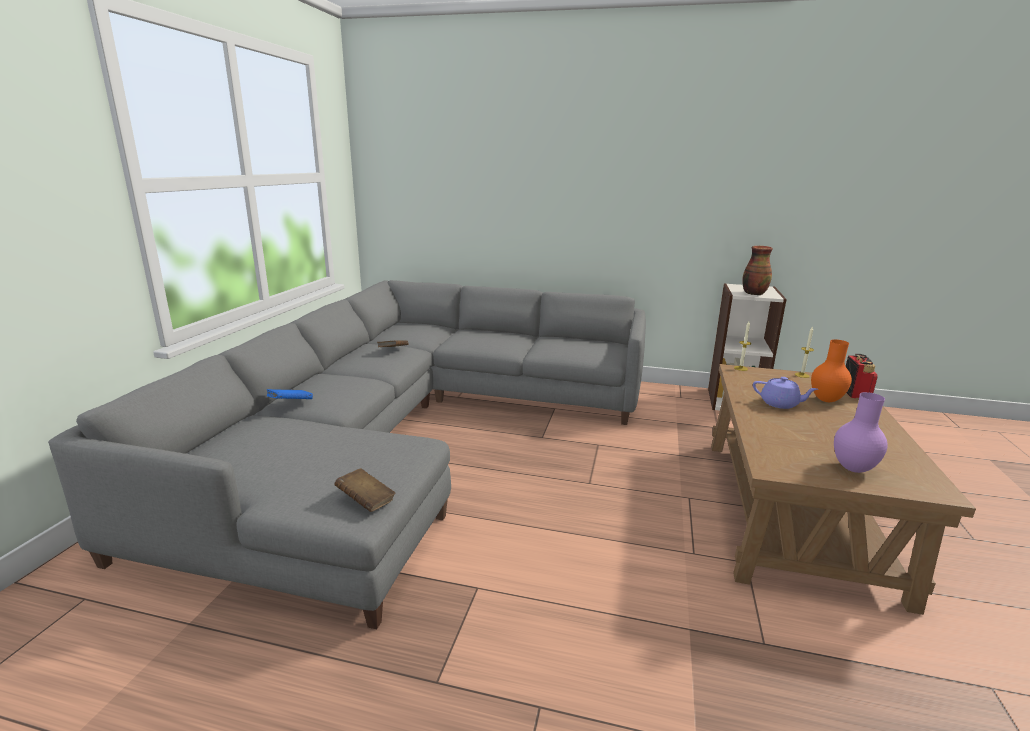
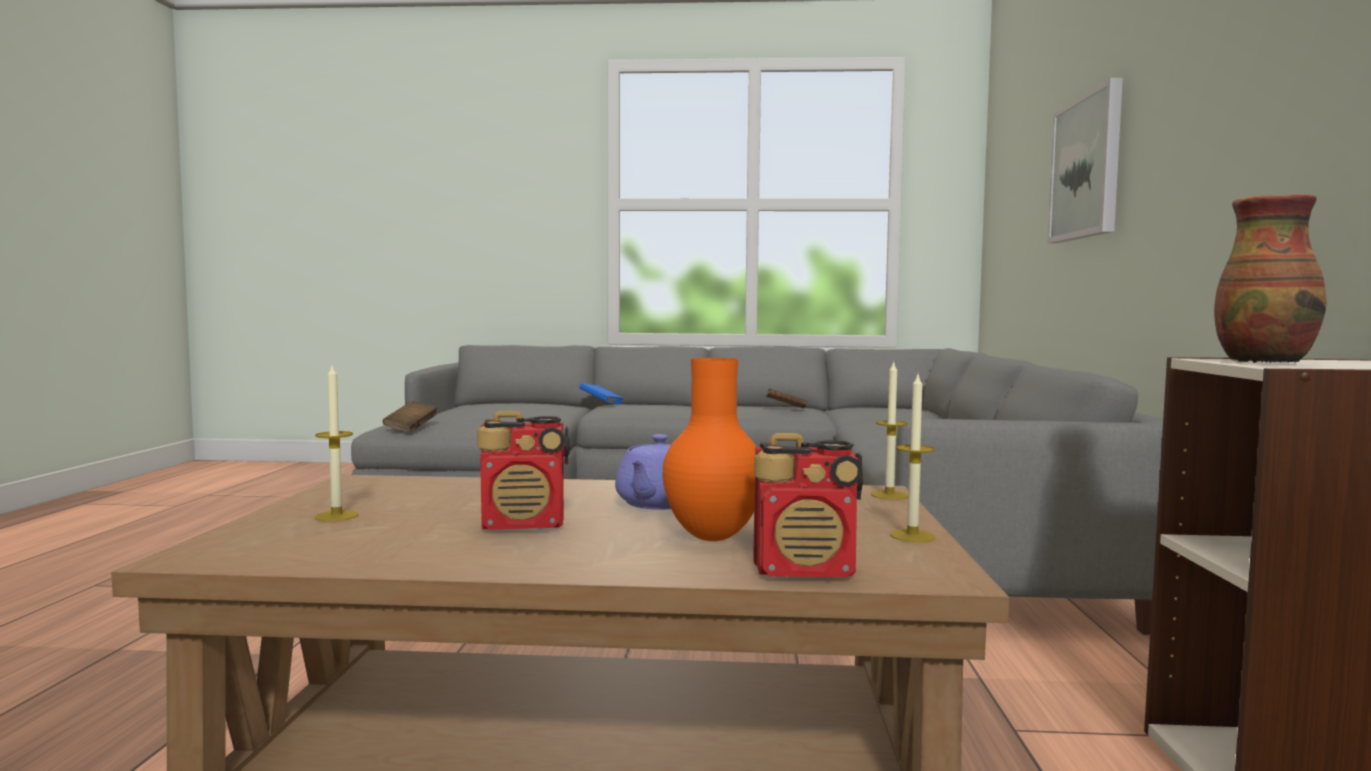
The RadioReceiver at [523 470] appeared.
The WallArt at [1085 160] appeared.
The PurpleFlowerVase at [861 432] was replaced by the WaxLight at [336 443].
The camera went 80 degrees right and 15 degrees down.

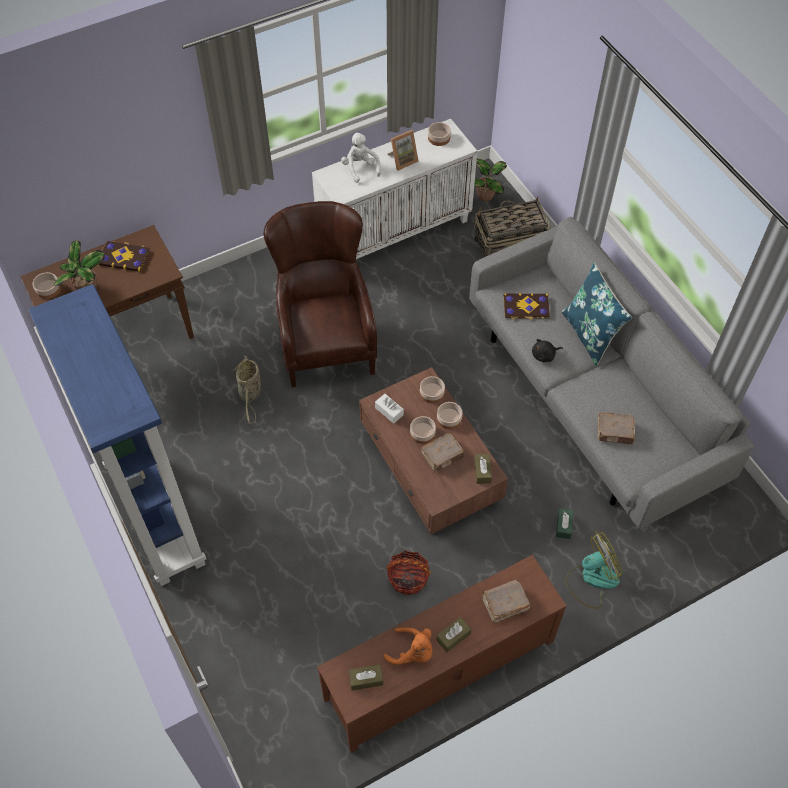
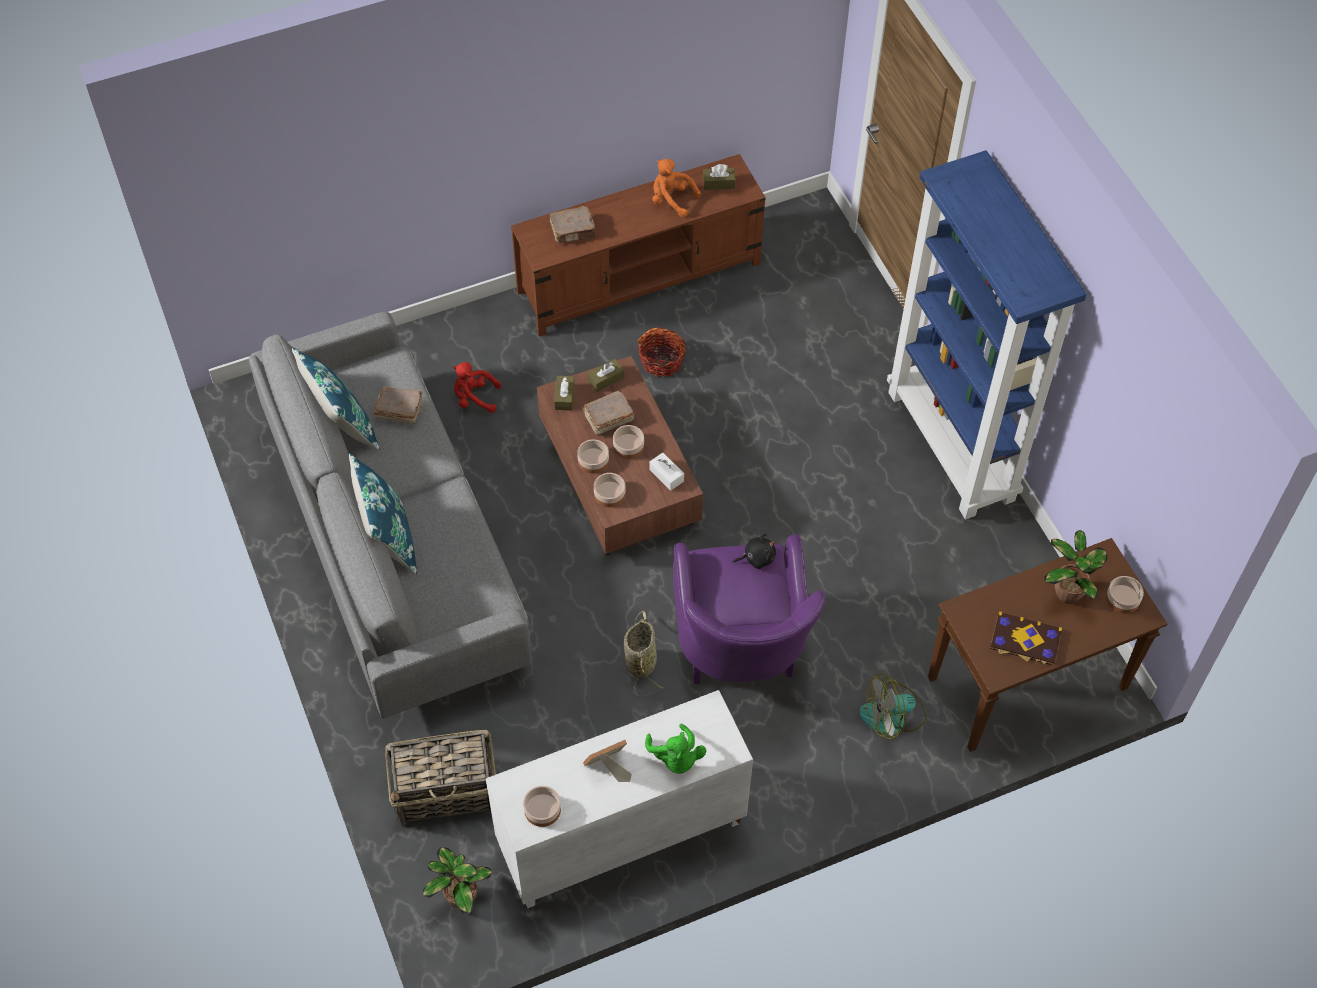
The Book at [527 306] disappeared.
The BluishPillow at [336 399] appeared.
The HouseholdBasket moved from [247 389] to [643 653].
The BrownTissueHolder moved from [453 634] to [606 375].
The BlackColouredPlushToy moved from [547 350] to [754 551].
The Fan moved from [593 570] to [893 706].
The GreenTissueHolder at [565 523] was replaced by the RedPlushToy at [477 387].
The BrownEasyChair at [320 294] became the PurpleEasyChair at [749 609].
The WhiteColouredPlushToy at [361 157] became the GreenPlushToy at [676 749].
The camera went 175 degrees left and 0 degrees up.

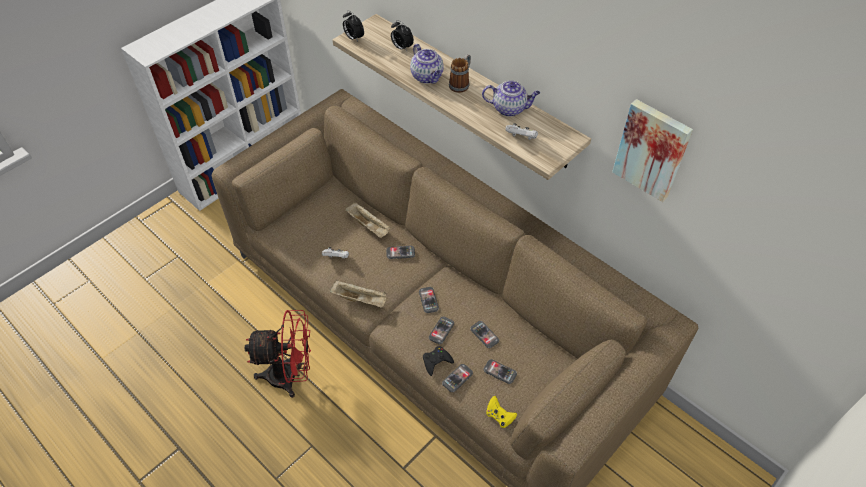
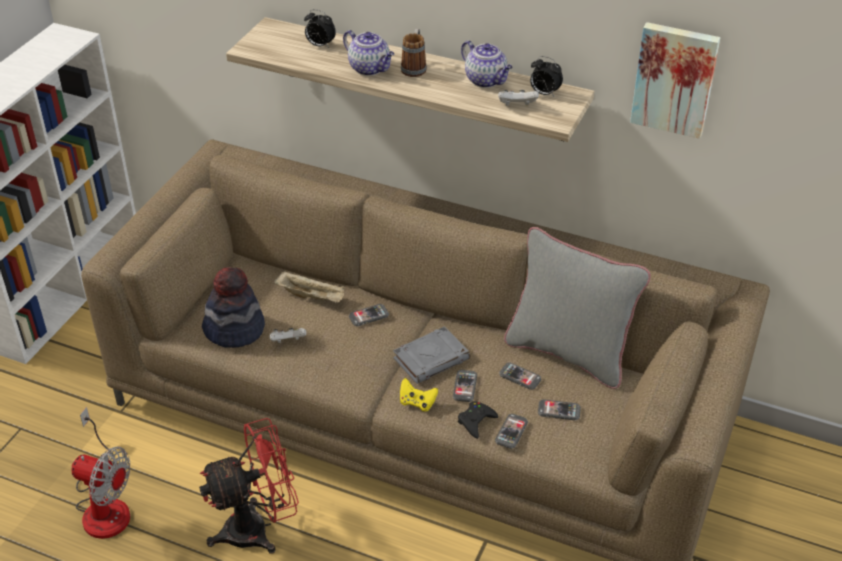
The SandColouredCarryingTray at [358 294] disappeared.
The Fan at [100 473] appeared.
The Hat at [233 307] appeared.
The GrayPillow at [577 308] appeared.
The TableClock moved from [353 26] to [546 76].
The YellowishJoypad moved from [501 412] to [419 395].
The Telephone at [429 300] was replaced by the GrayBook at [431 355].
The Teapot at [511 98] turned 60 degrees clockwise.
The camera went 20 degrees left and 10 degrees down.

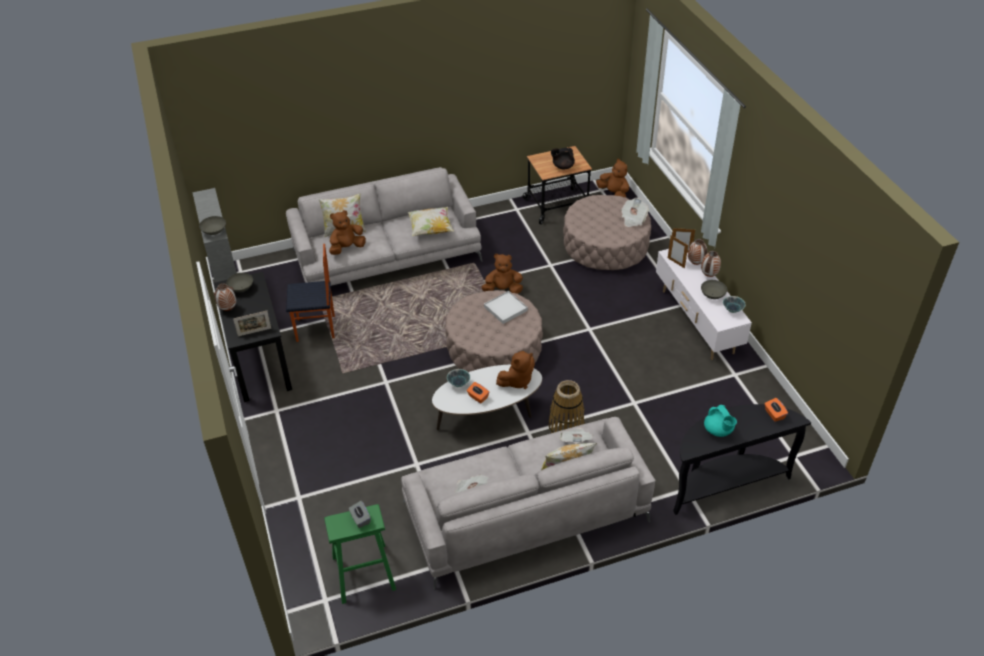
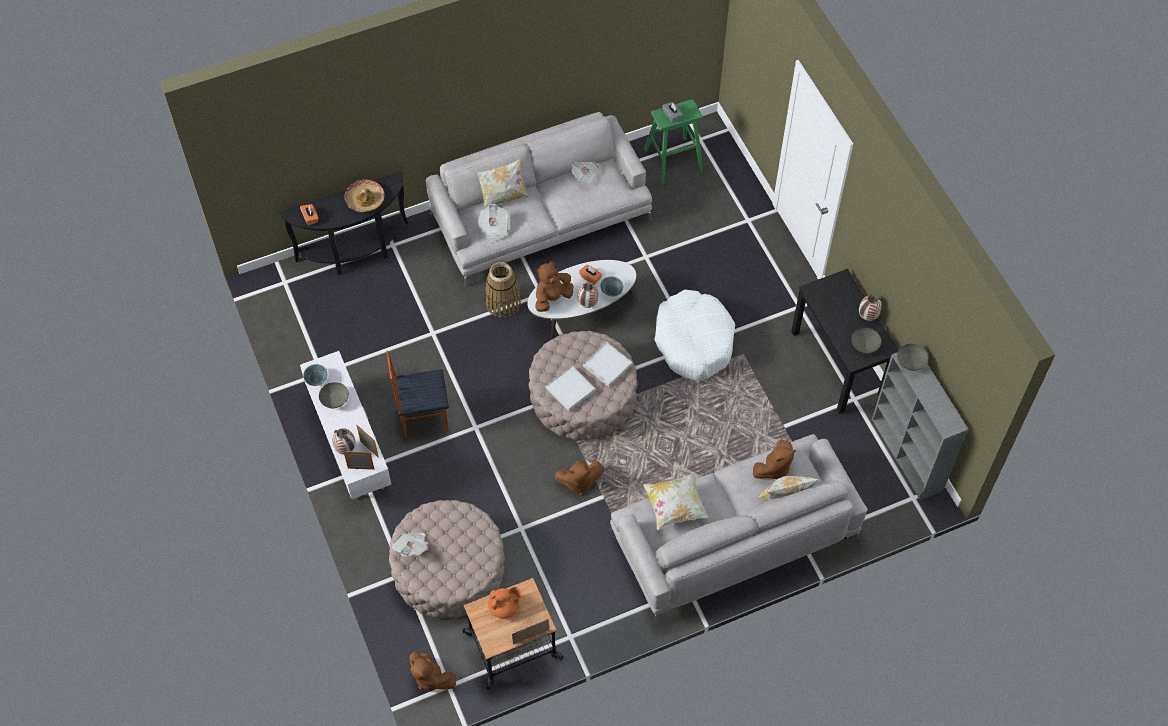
The WhiteColouredCarryingTray at [607 364] appeared.
The WhiteColouredDogBed at [694 335] appeared.
The PhotoFrame moved from [252 323] to [530 631].
The UprightChair moved from [310 293] to [417 394].
The FlowerVase moved from [711 264] to [587 295].
The BlueGreenTeapot at [720 421] was replaced by the Hat at [364 195].
The BlackColouredTeapot at [563 158] became the OrangeColouredTeapot at [505 603].
The camera went 175 degrees right and 15 degrees up.

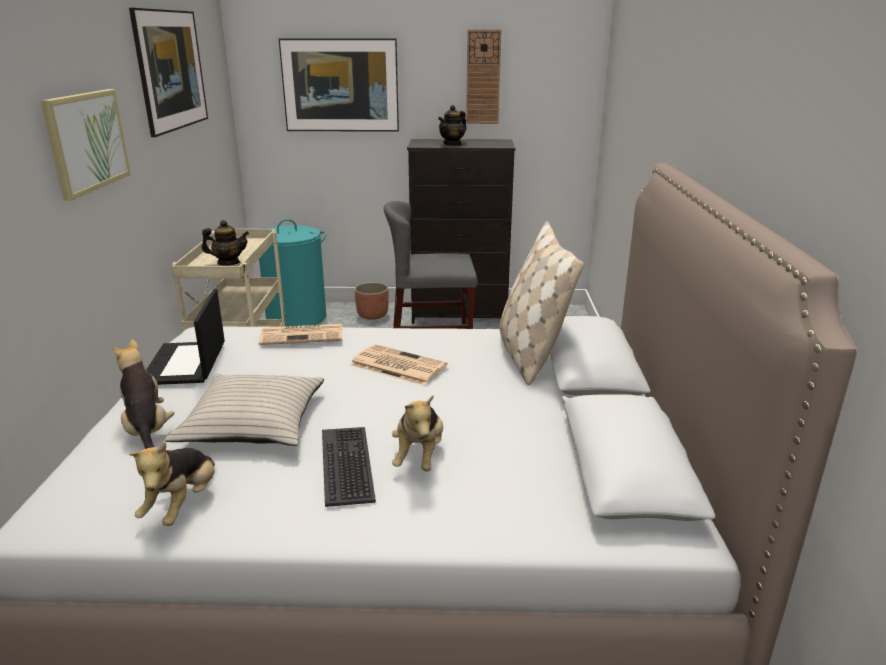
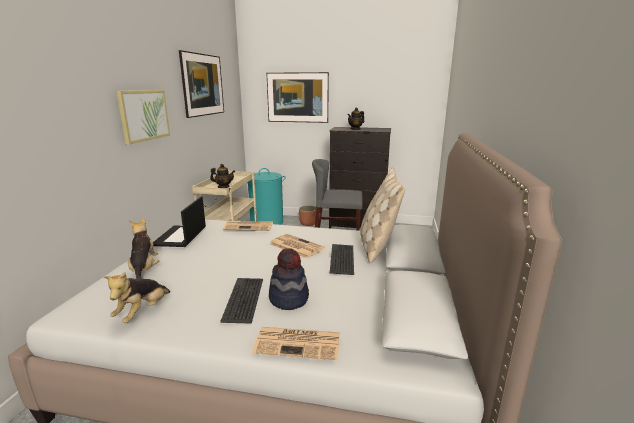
The SandColouredPillow at [244 410] disappeared.
The WallClock at [484 76] disappeared.
The PrintedPaper at [296 343] appeared.
The Keyboard at [342 259] appeared.
The PlushToy at [417 433] was replaced by the Hat at [289 279].
The camera went 10 degrees right and 5 degrees down.

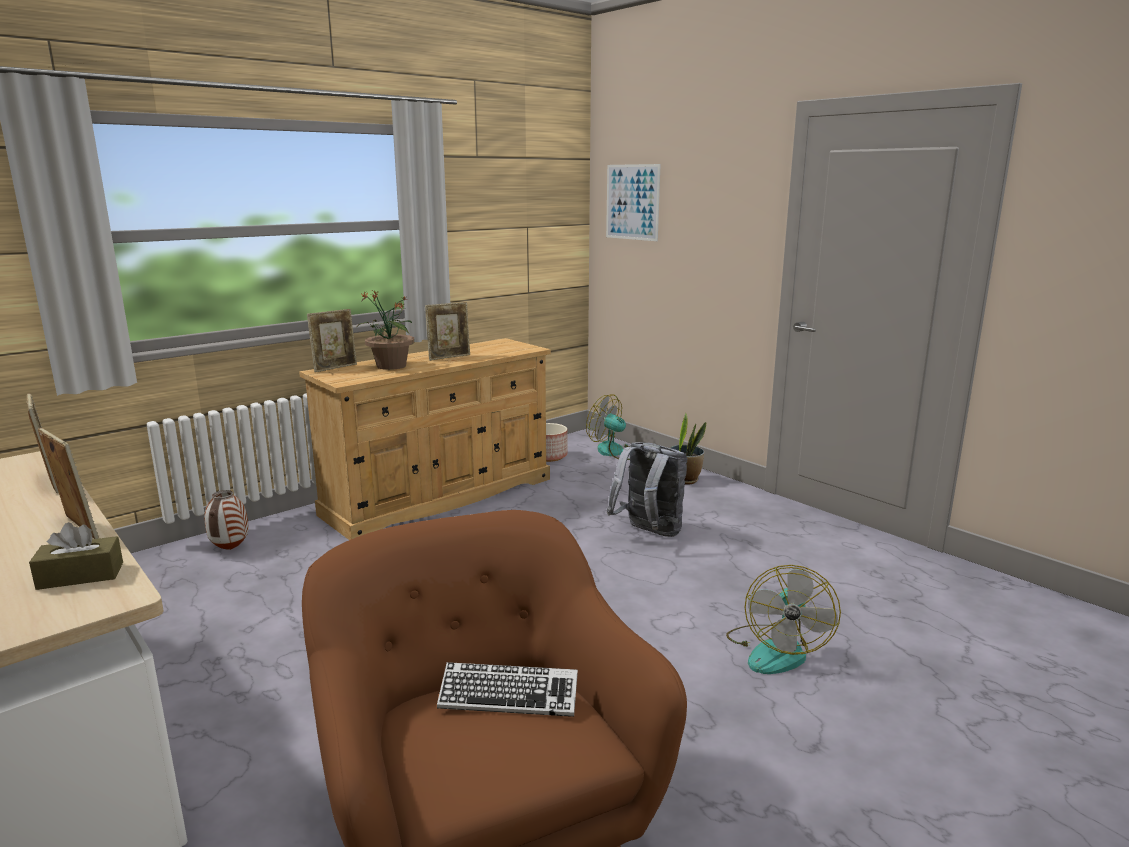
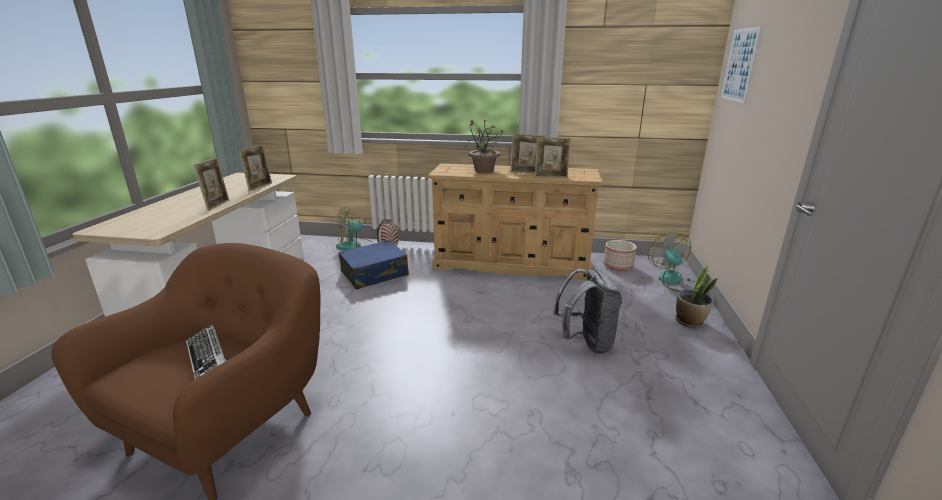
The BrownTissueHolder at [76 556] disappeared.
The BluishSuitcase at [374 264] appeared.
The PhotoFrame moved from [332 341] to [553 157].
The Fan moved from [783 619] to [355 229].
The camera went 50 degrees right and 5 degrees up.

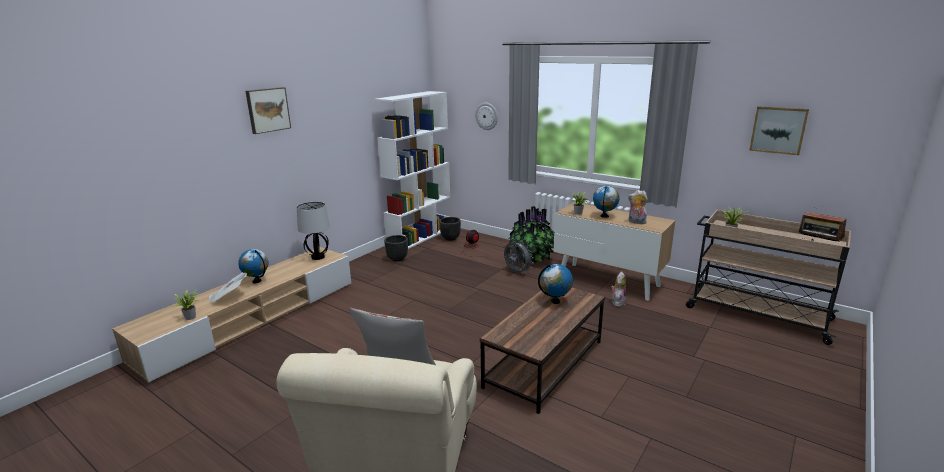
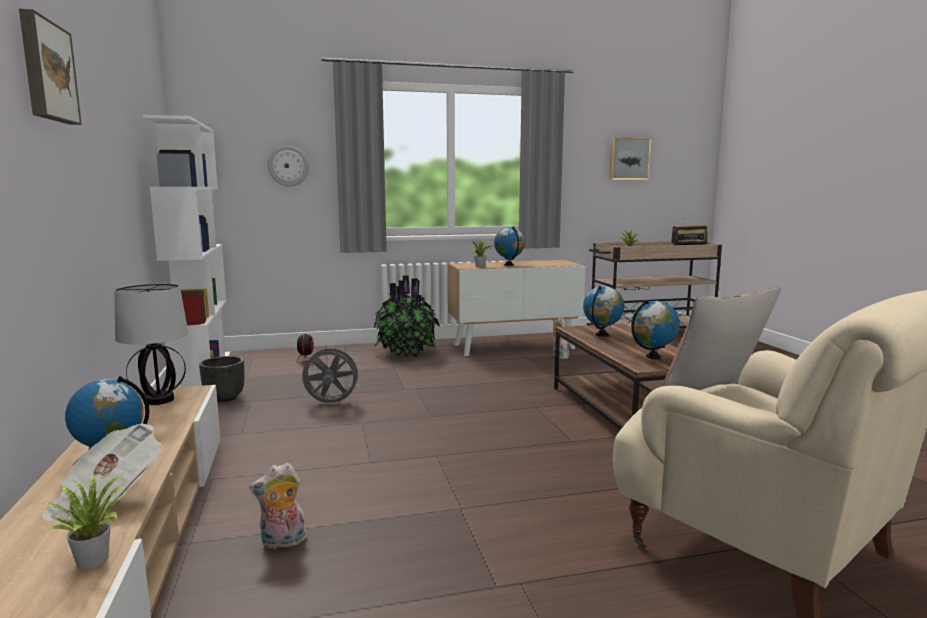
The BlackColouredPlanter at [450 229] disappeared.
The DeskGlobe at [655 329] appeared.
The GrayFan moved from [519 256] to [331 374].
The PlushToy moved from [638 207] to [278 506].
The camera went 50 degrees left and 10 degrees down.

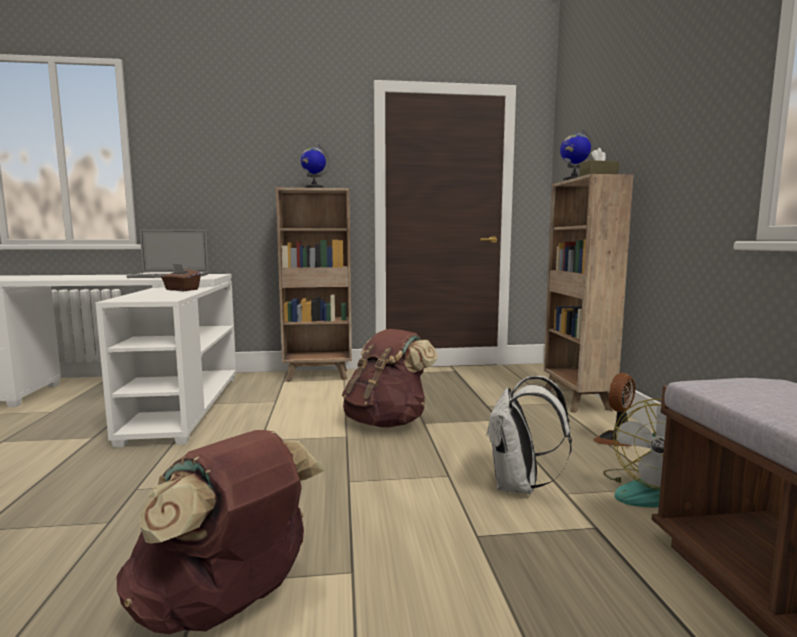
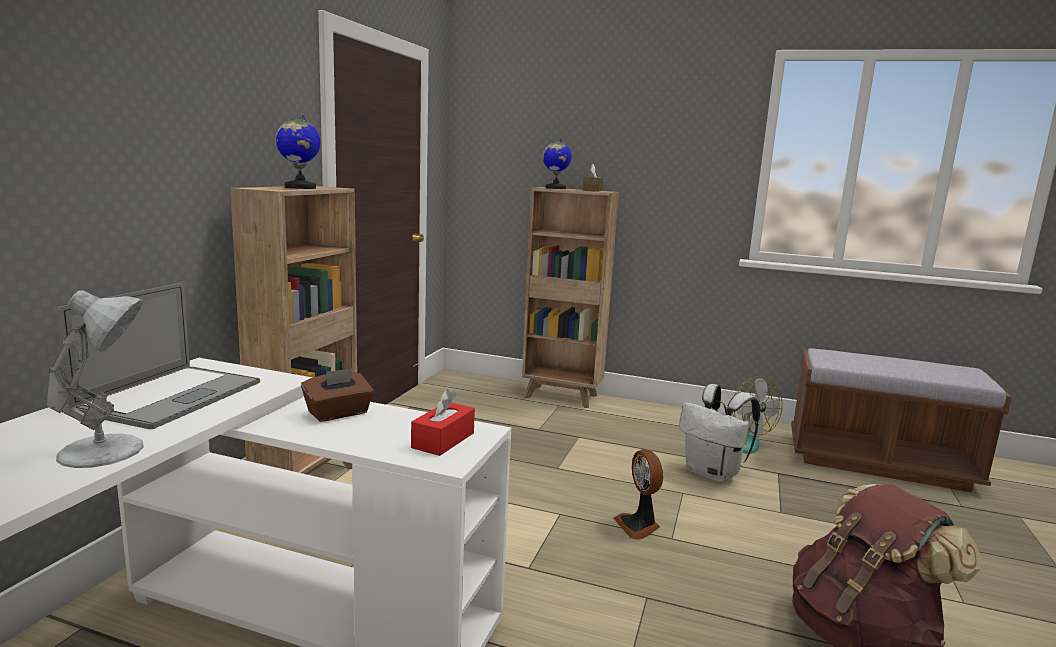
The BrownKnapsack at [390 378] disappeared.
The WhiteColouredTableLamp at [94 379] appeared.
The RedTissueHolder at [443 422] appeared.
The Fan moved from [614 410] to [638 494].
The camera went 65 degrees left and 5 degrees up.

